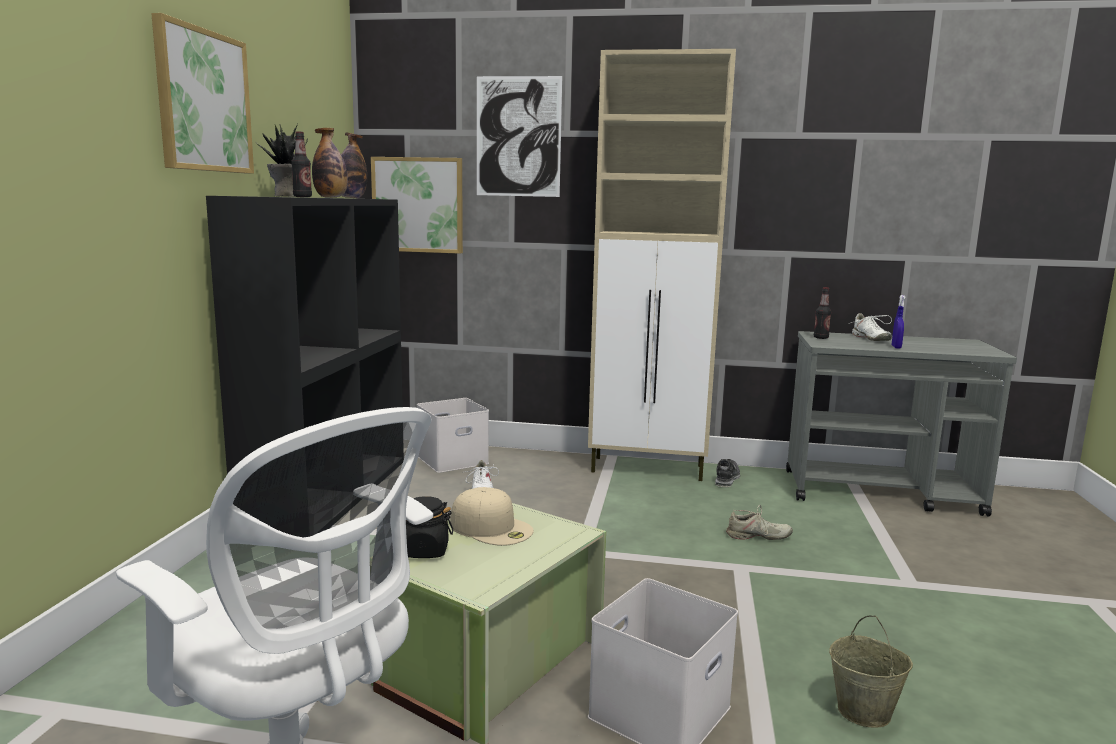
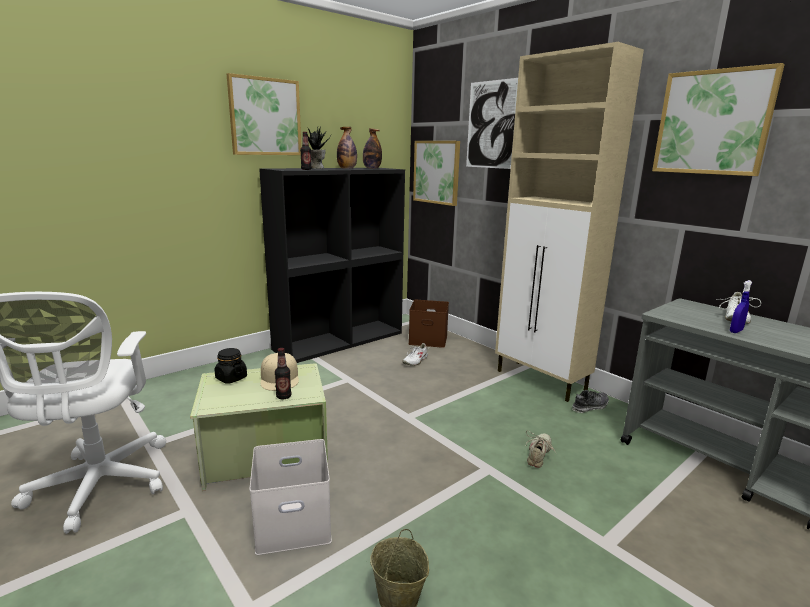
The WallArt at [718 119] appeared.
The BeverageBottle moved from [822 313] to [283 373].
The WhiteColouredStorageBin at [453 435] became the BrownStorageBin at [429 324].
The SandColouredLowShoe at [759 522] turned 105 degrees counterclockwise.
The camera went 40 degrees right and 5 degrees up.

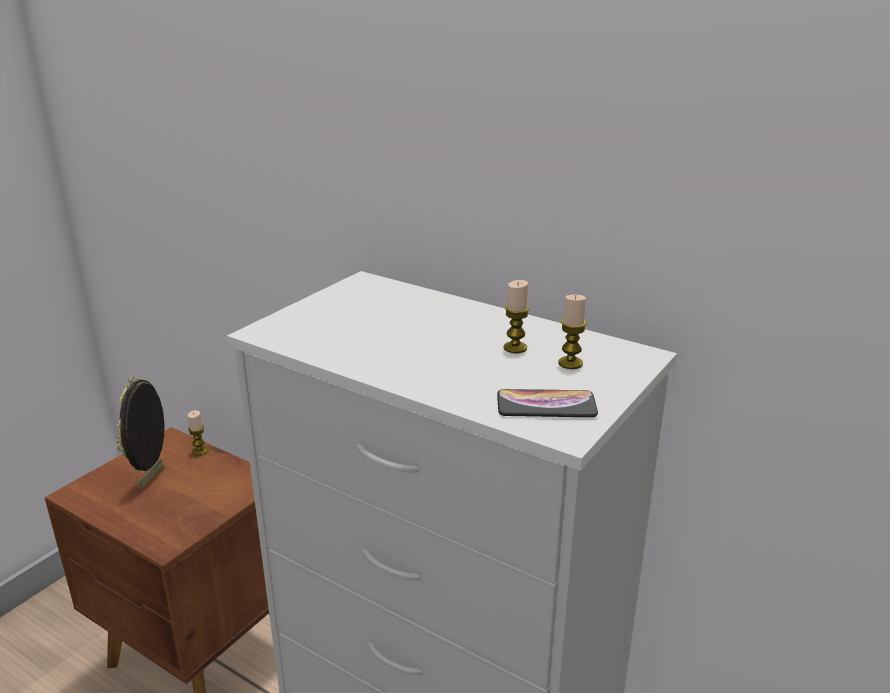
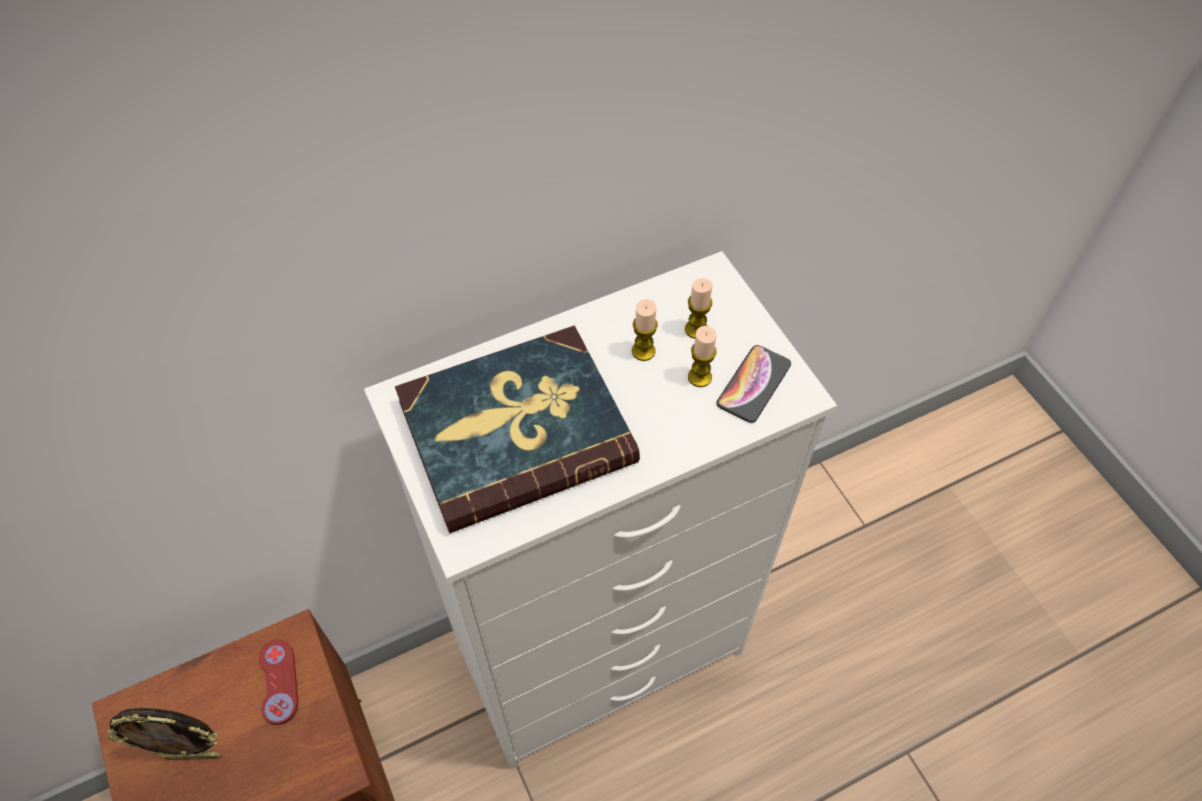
The RedJoypad at [278 682] appeared.
The Book at [517 429] appeared.
The WaxLight moved from [197 433] to [702 356].
The PhotoFrame at [140 433] turned 45 degrees counterclockwise.
The camera went 60 degrees left and 30 degrees up.

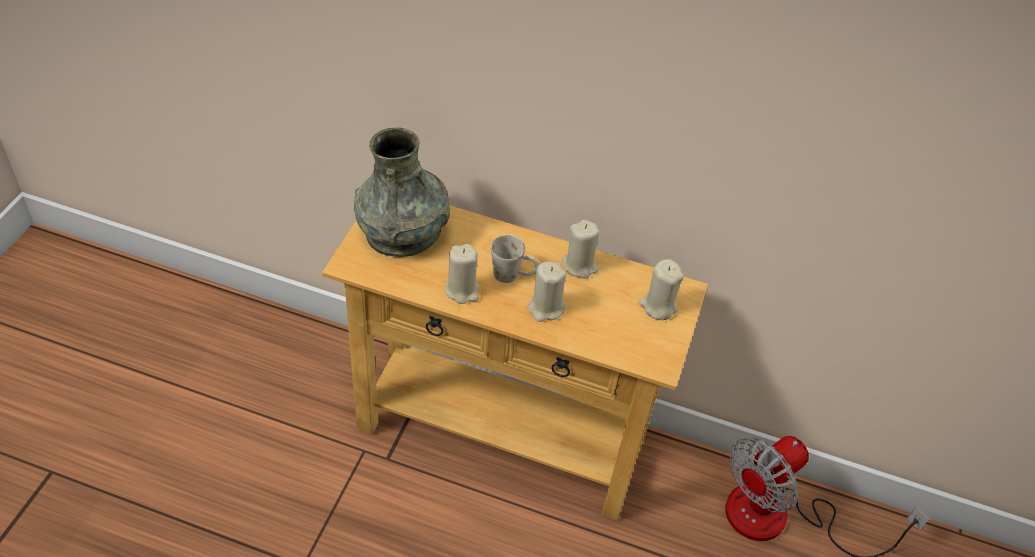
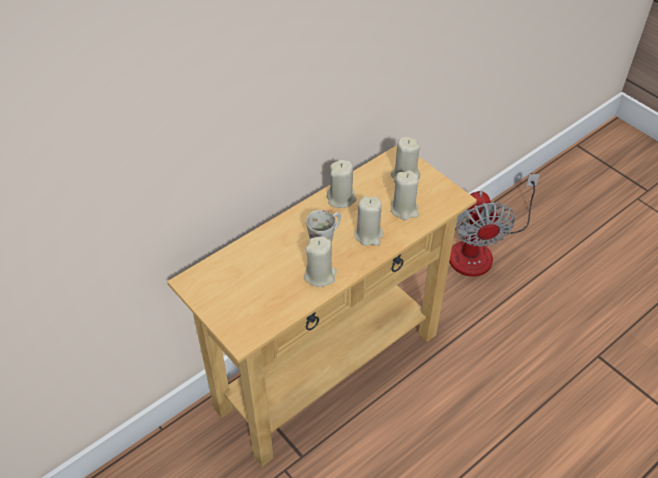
The GrayFlowerVase at [402 192] disappeared.
The SandColouredWaxLight at [405 195] appeared.
The camera went 55 degrees left and 0 degrees up.

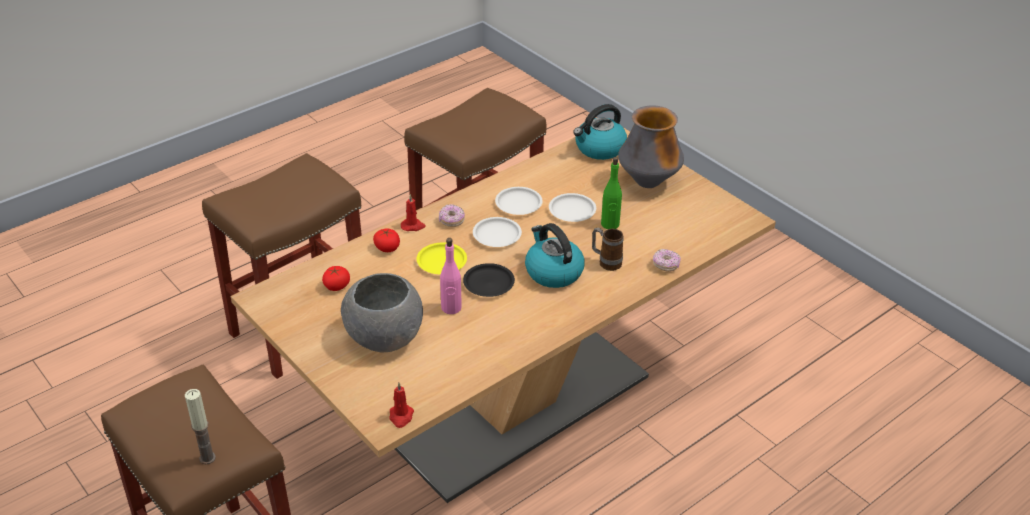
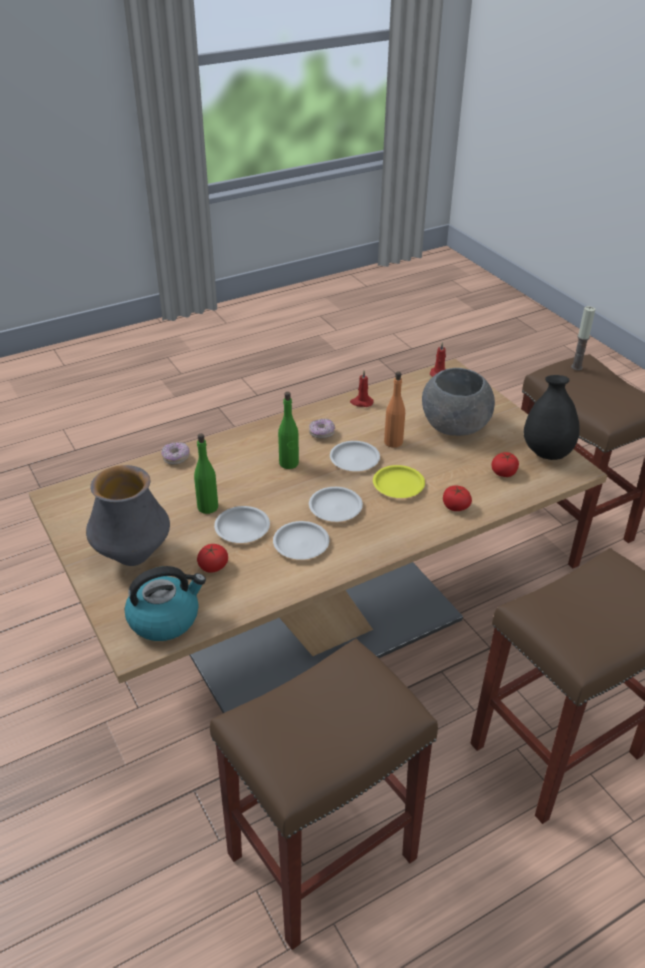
The CoffeeMug at [607 249] disappeared.
The Tomato at [212 558] appeared.
The BlackColouredFlowerVase at [552 417] appeared.
The RedWaxLight moved from [413 212] to [362 389].
The Doughnut moved from [452 215] to [322 428].
The Kettle at [555 255] was replaced by the GreenBeverageBottle at [288 430].
The PinkBeverageBottle at [451 276] became the OrangeColouredBeverageBottle at [394 410].
The BlackColouredDinnerPlate at [489 280] became the WhiteColouredDinnerPlate at [355 456].
The camera went 170 degrees left and 0 degrees up.

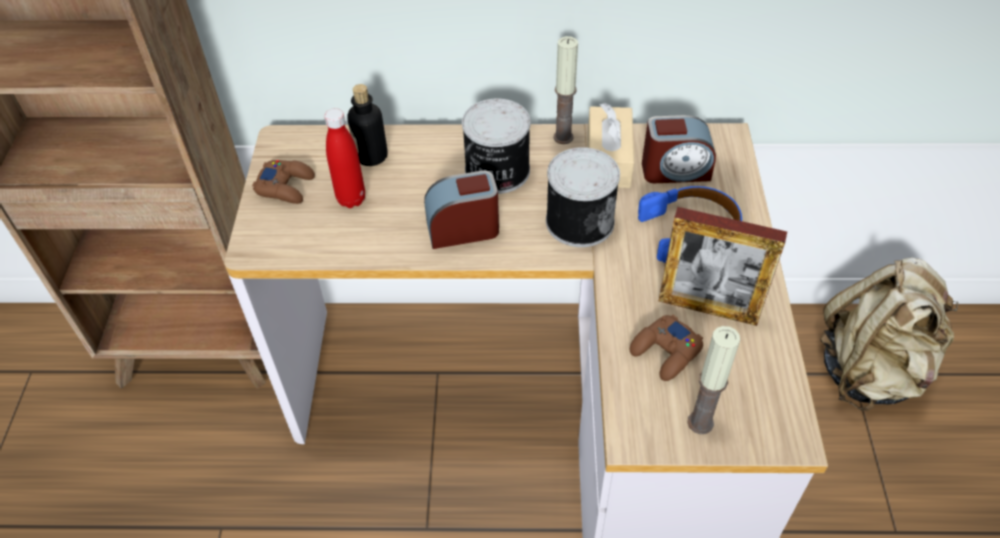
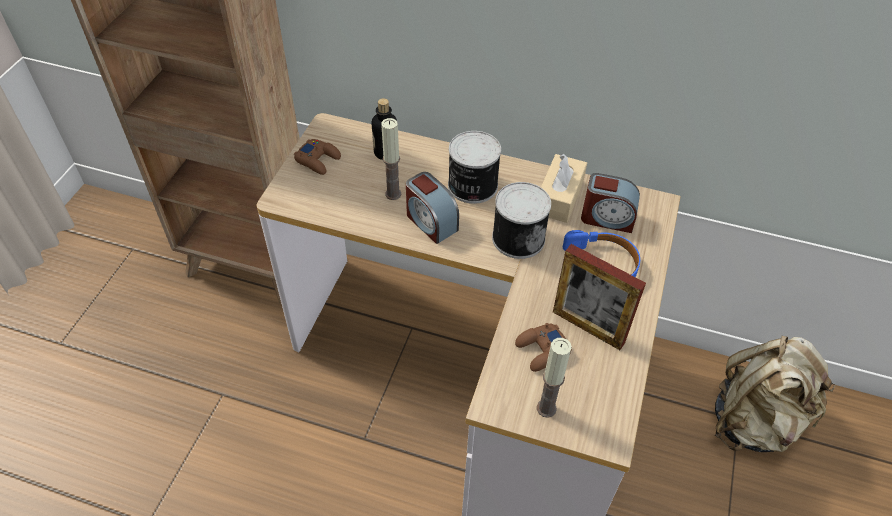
The RedBeverageBottle at [344 158] disappeared.
The WaxLight moved from [565 90] to [391 159].
The TableClock at [461 209] turned 135 degrees counterclockwise.
The camera went 15 degrees right and 0 degrees up.

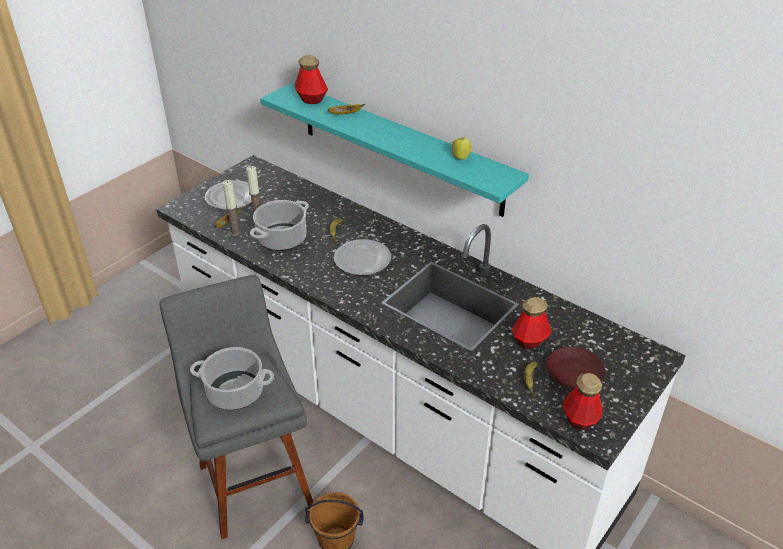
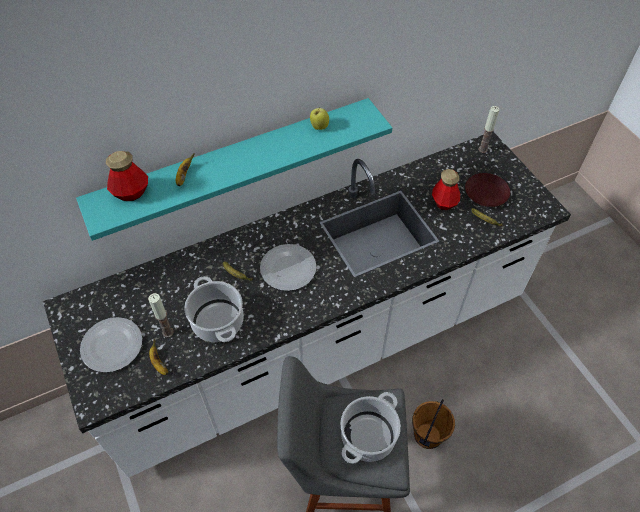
The BeverageBottle at [583 401] disappeared.
The WaxLight moved from [232 208] to [489 129].
The camera went 65 degrees left and 15 degrees up.

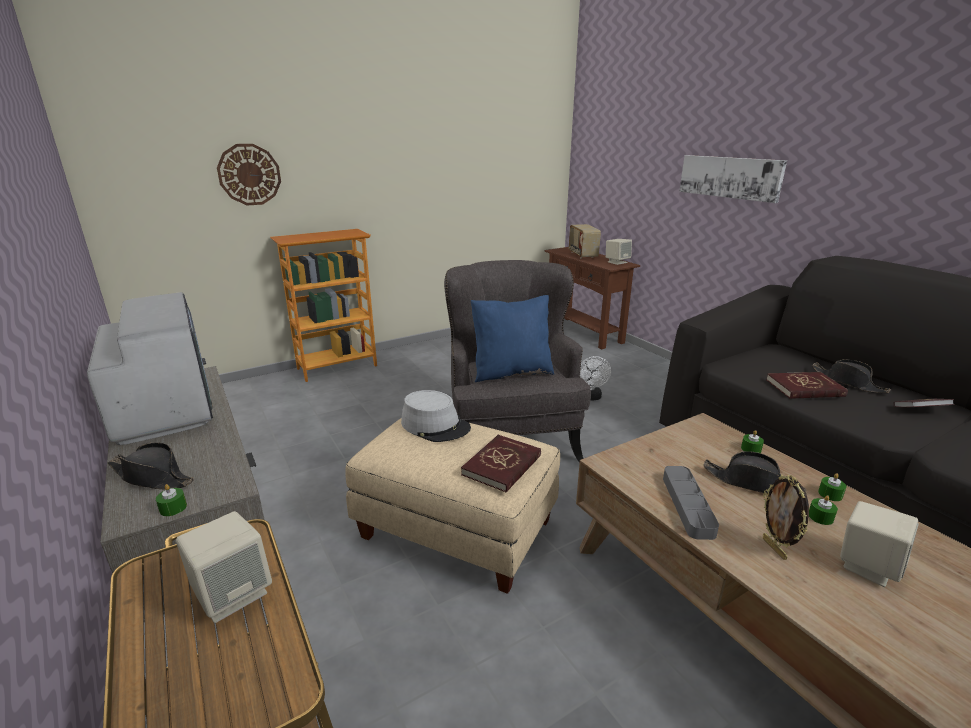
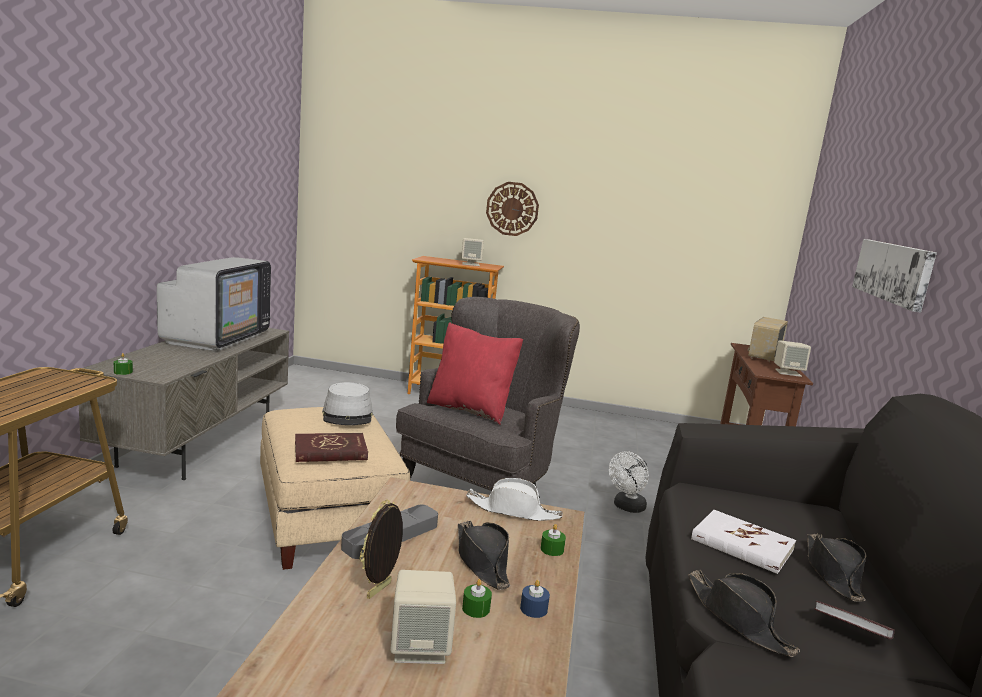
The WhiteColouredHat at [514 499] appeared.
The BlackColouredHat moved from [150 466] to [744 613].
The SandColouredSpeaker moved from [224 567] to [472 252].
The WallClock moved from [249 175] to [512 209].
The BluishPillow at [512 338] became the RedPillow at [475 373].
The RedBook at [807 385] became the WhiteColouredBook at [743 542].
The GreenWaxLight at [832 487] became the BluishWaxLight at [535 599].
The camera went 40 degrees right and 10 degrees down.

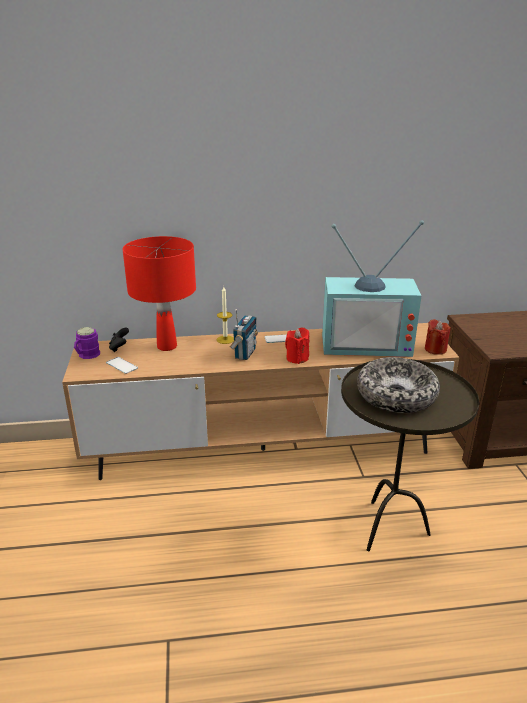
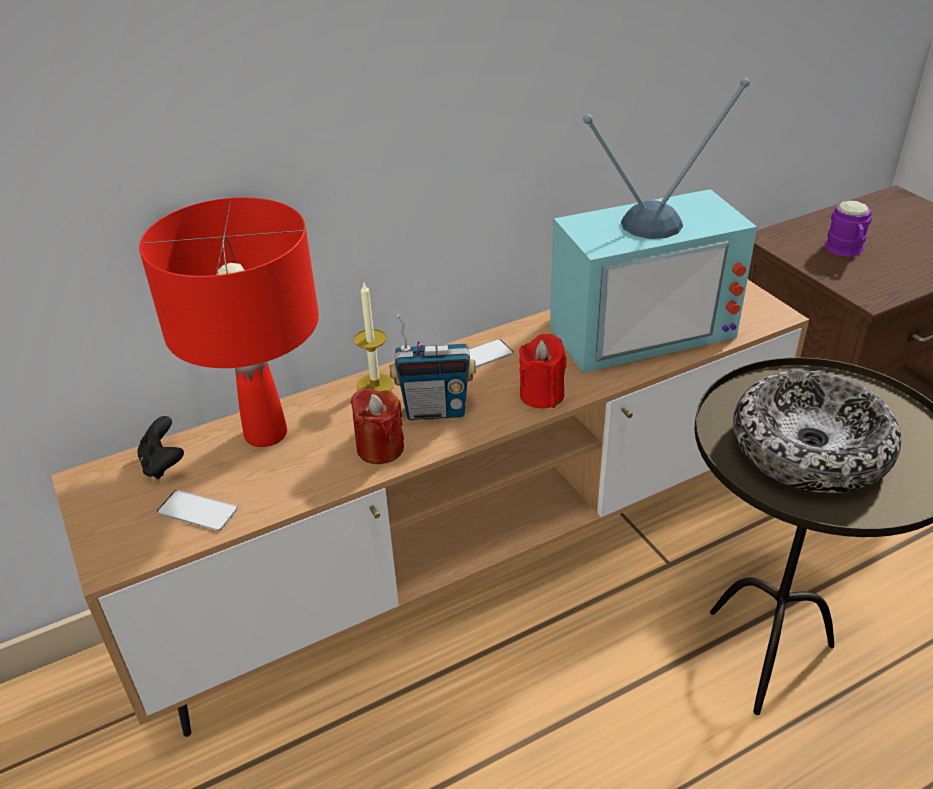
The PurpleCoffeeMug moved from [87 343] to [848 228].
The RedWaxLight moved from [438 337] to [377 425].
The RadioReceiver at [244 334] turned 90 degrees clockwise.
The camera went 20 degrees left and 10 degrees up.

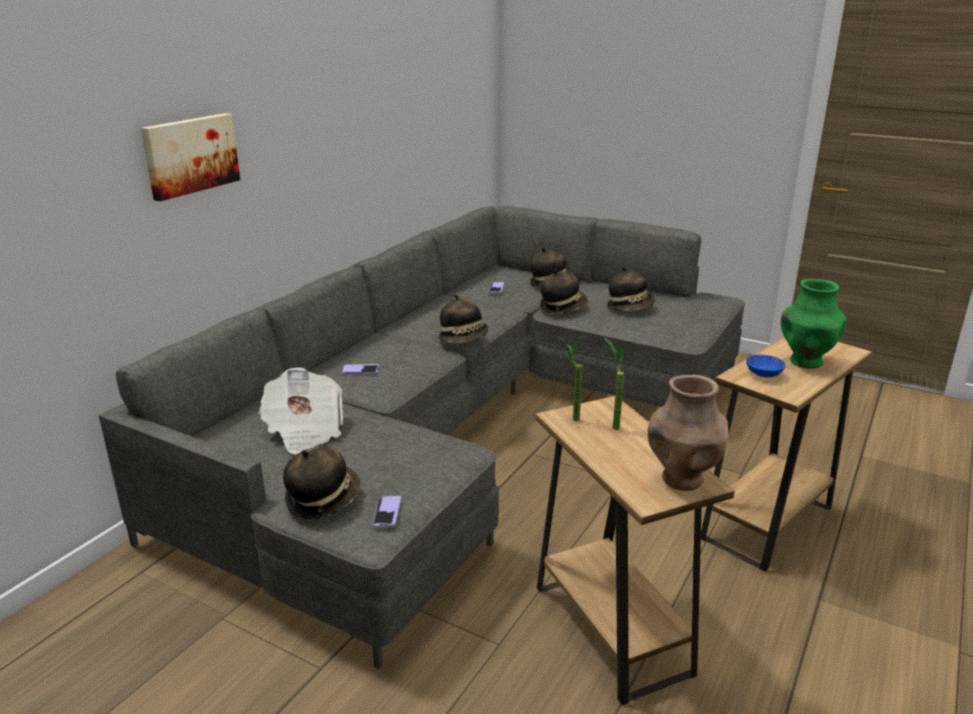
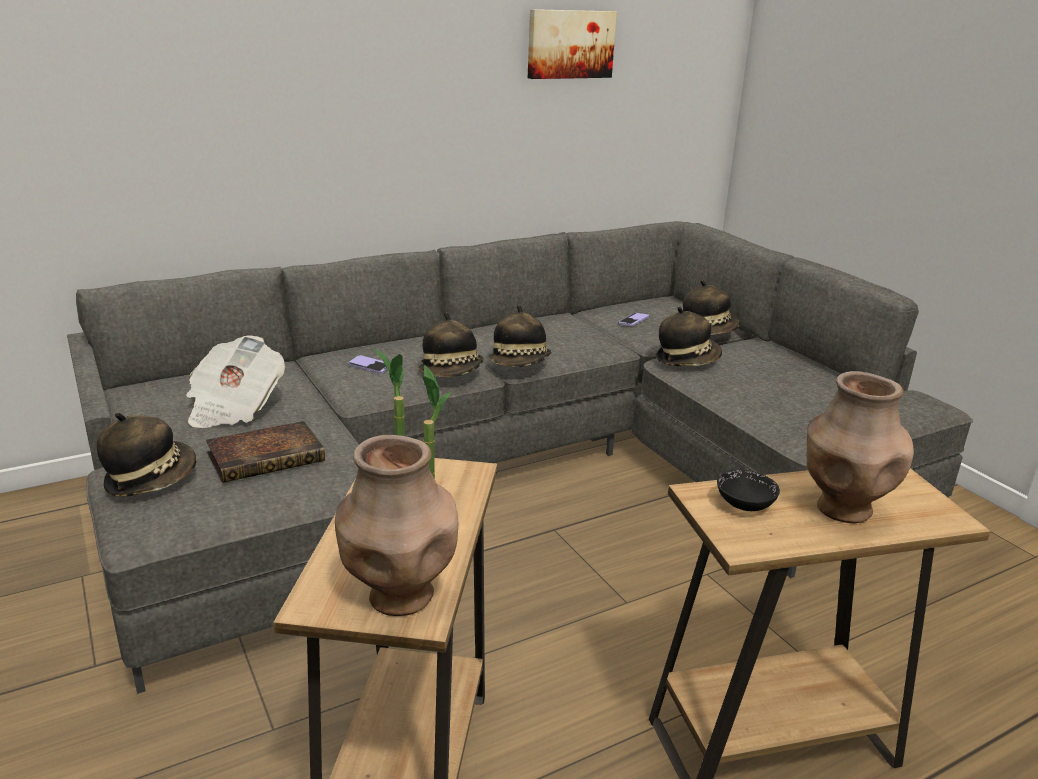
The Telephone at [387 512] disappeared.
The Book at [265 452] appeared.
The WallArt moved from [190 157] to [572 44].
The Hat moved from [631 288] to [451 345].
The BluishBowl at [766 365] became the BlackColouredBowl at [748 490].
The GreenFlowerVase at [814 324] became the BrownFlowerVase at [860 447].
The camera went 30 degrees right and 0 degrees up.

